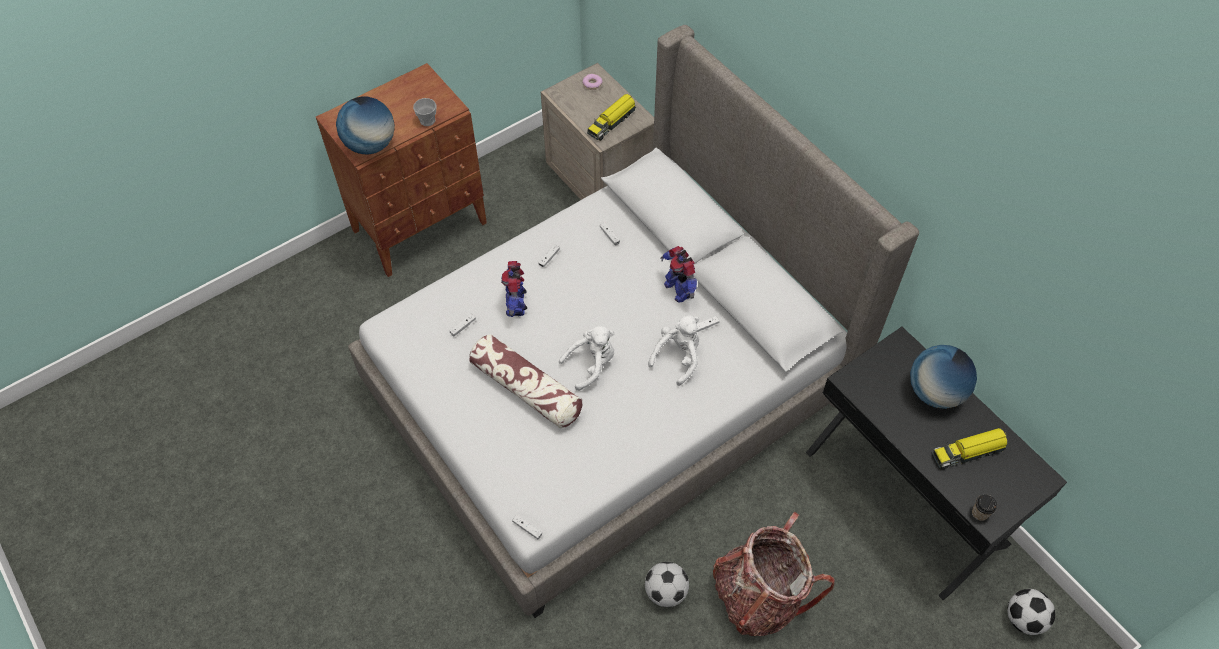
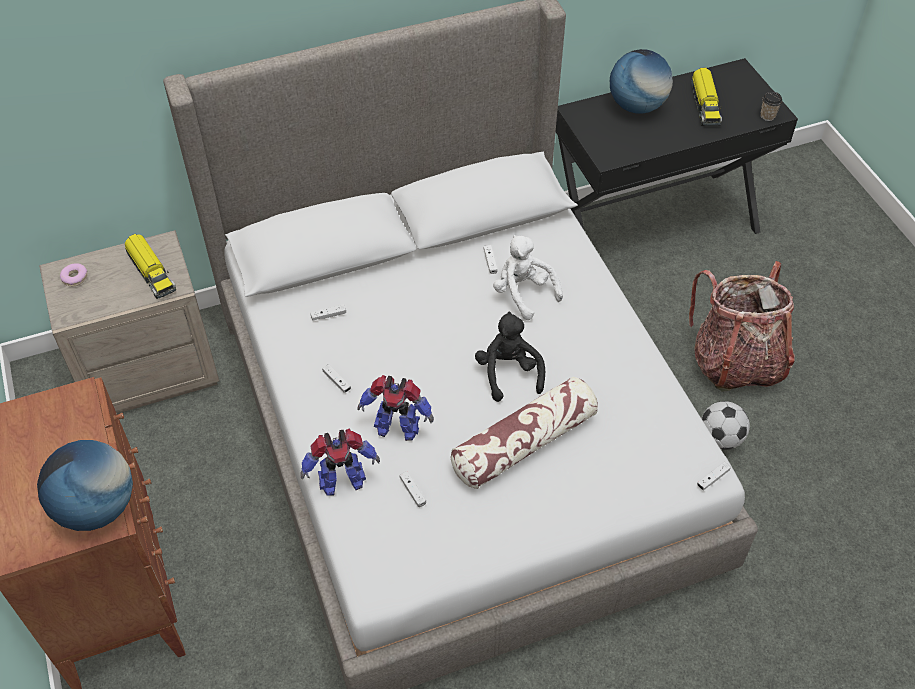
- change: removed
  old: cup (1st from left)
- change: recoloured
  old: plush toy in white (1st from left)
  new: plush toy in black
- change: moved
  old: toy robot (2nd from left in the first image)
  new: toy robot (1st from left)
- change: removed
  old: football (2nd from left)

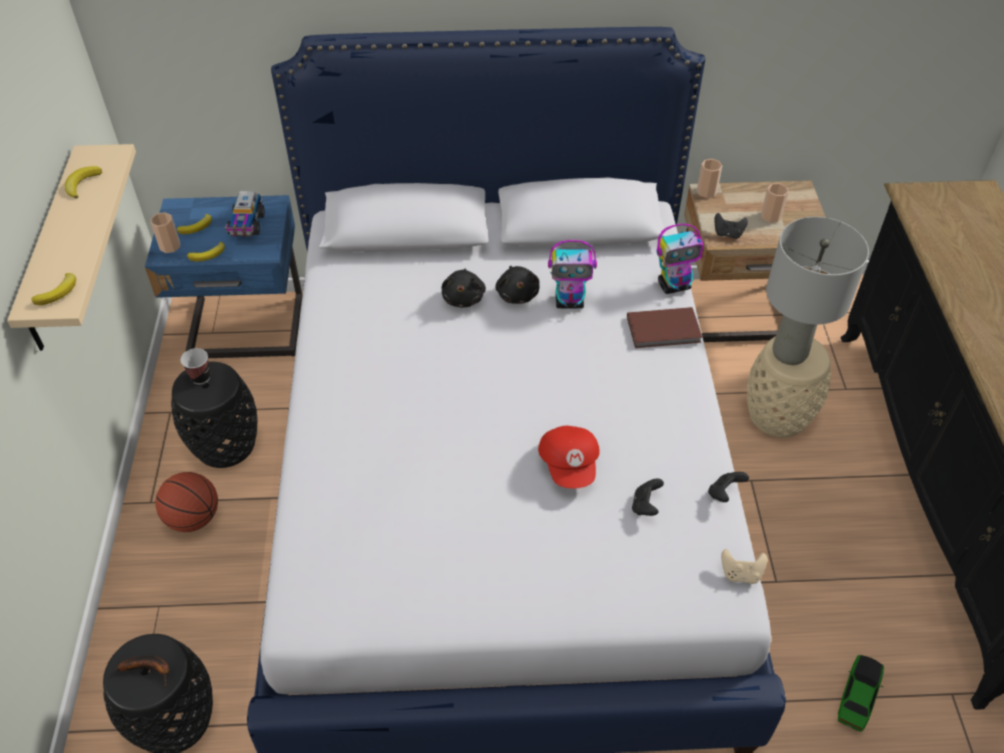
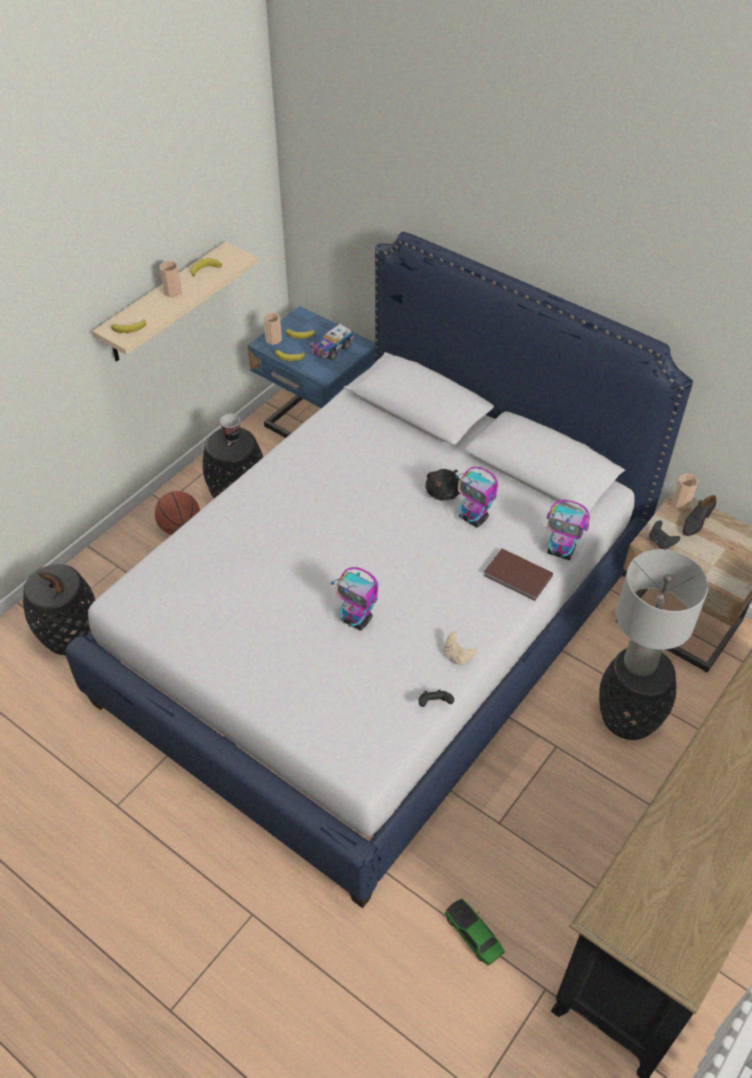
- change: removed
  old: plush toy in black (1st from left)
- change: replaced
  old: cap in red
  new: toy robot (1st from left)
- change: removed
  old: game controller in black (1st from left)
- change: moved
  old: game controller in beige
- change: recoloured
  old: stool in beige
  new: stool in black (3rd from left)
- change: moved
  old: cup (4th from left in the first image)
  new: cup (1st from left)
- change: turned
  old: toy car
  degrees: -105
- change: added
  new: shoe in black

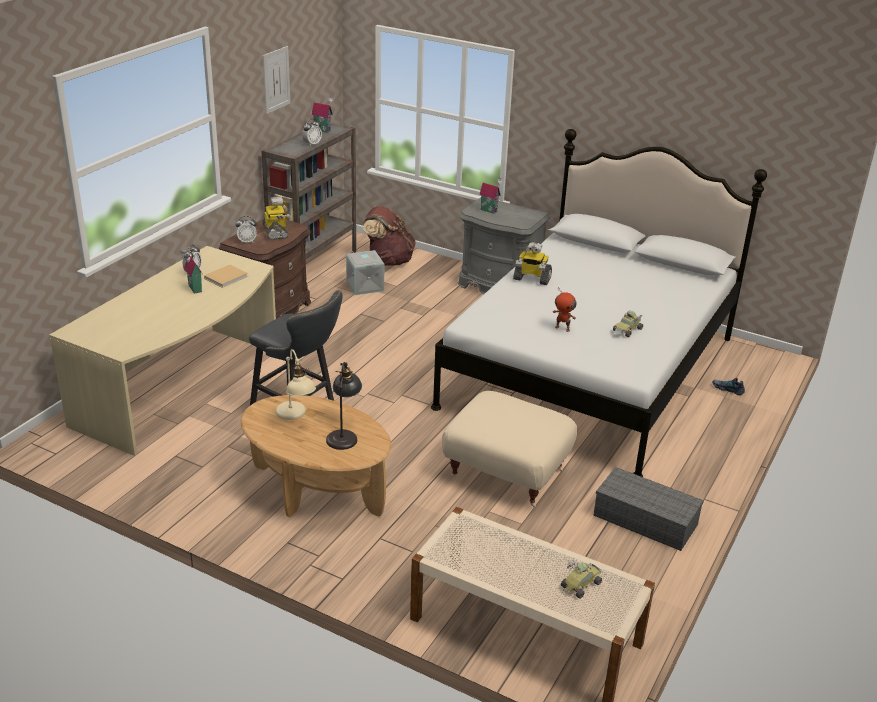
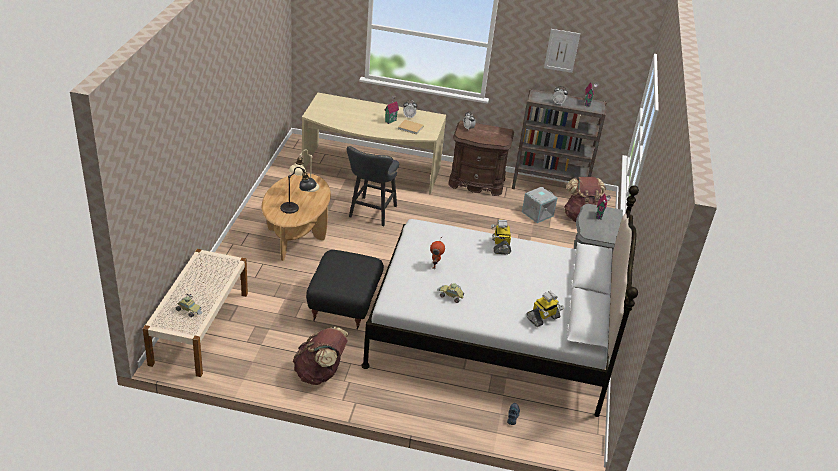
- change: moved
  old: toy robot (1st from left in the first image)
  new: toy robot (3rd from left)
- change: recoloured
  old: ottoman in beige
  new: ottoman in black
- change: replaced
  old: storage box in grey (2nd from left)
  new: backpack in brown (1st from left)

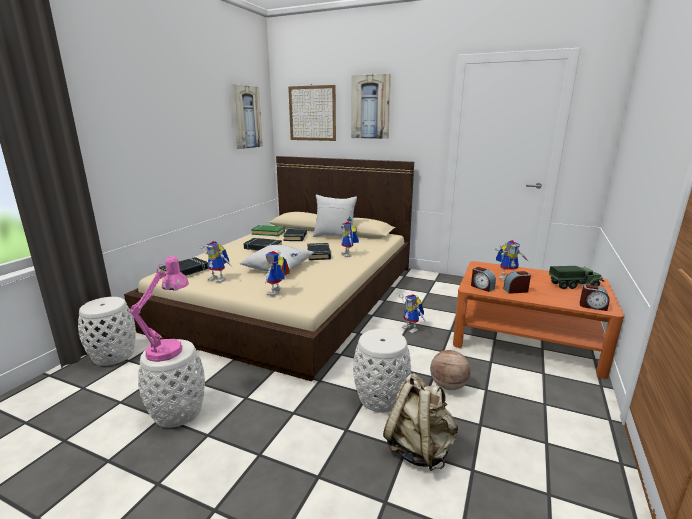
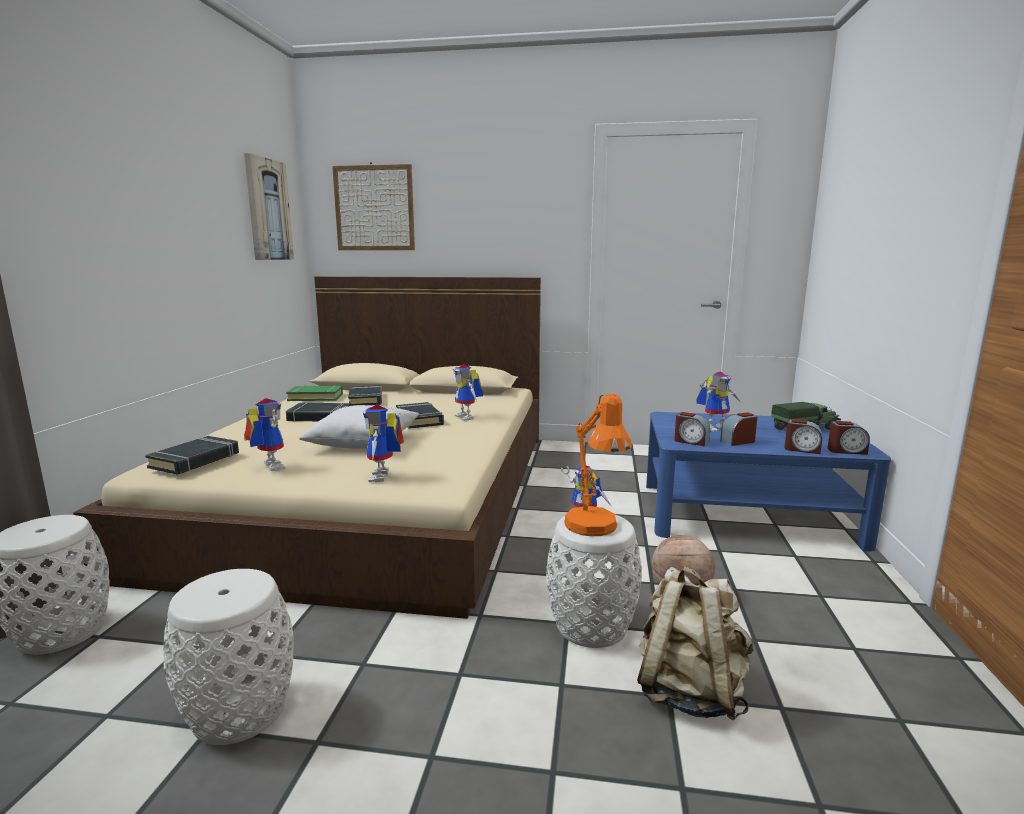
- change: removed
  old: table lamp in pink
- change: turned
  old: toy robot (1st from left)
  degrees: -135
- change: removed
  old: pillow in grey (2nd from left)
- change: removed
  old: picture (3rd from left)
- change: recoloured
  old: coffee table in orange
  new: coffee table in blue
- change: added
  new: table lamp in orange
- change: added
  new: alarm clock (3rd from left)

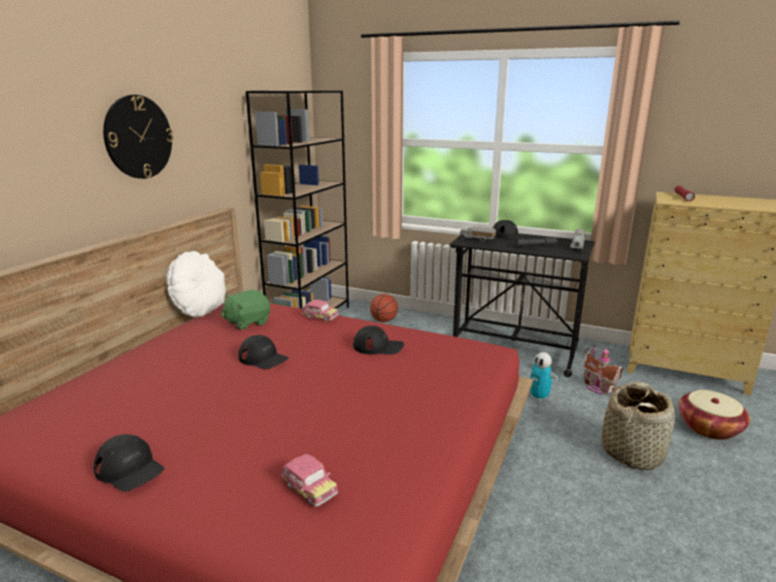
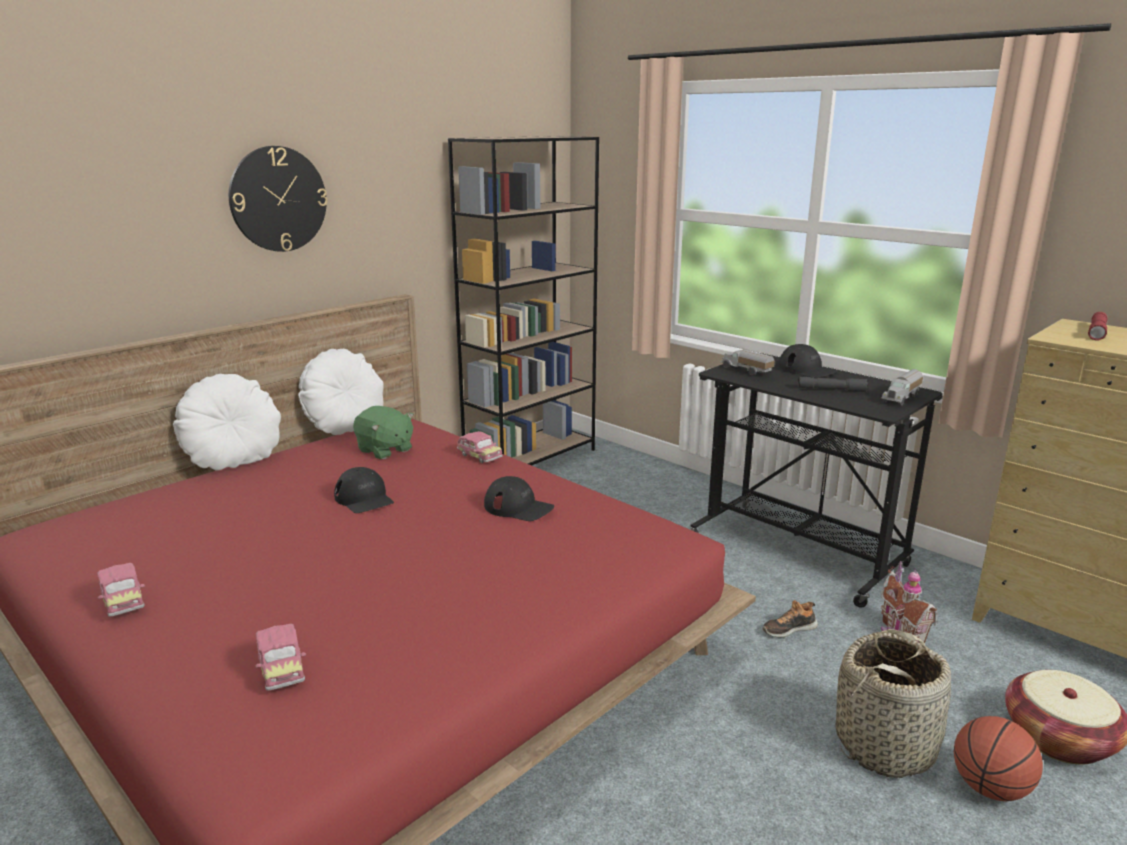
- change: replaced
  old: cap in black (1st from left)
  new: toy car (1st from left)
- change: turned
  old: plush toy in green
  degrees: -120
- change: moved
  old: basketball
- change: replaced
  old: toy robot
  new: shoe
- change: added
  new: pillow in white (1st from left)

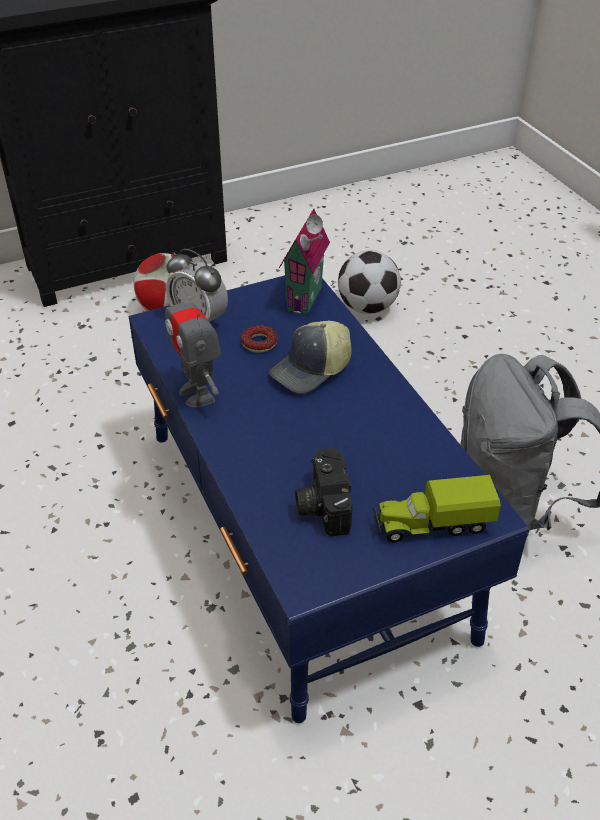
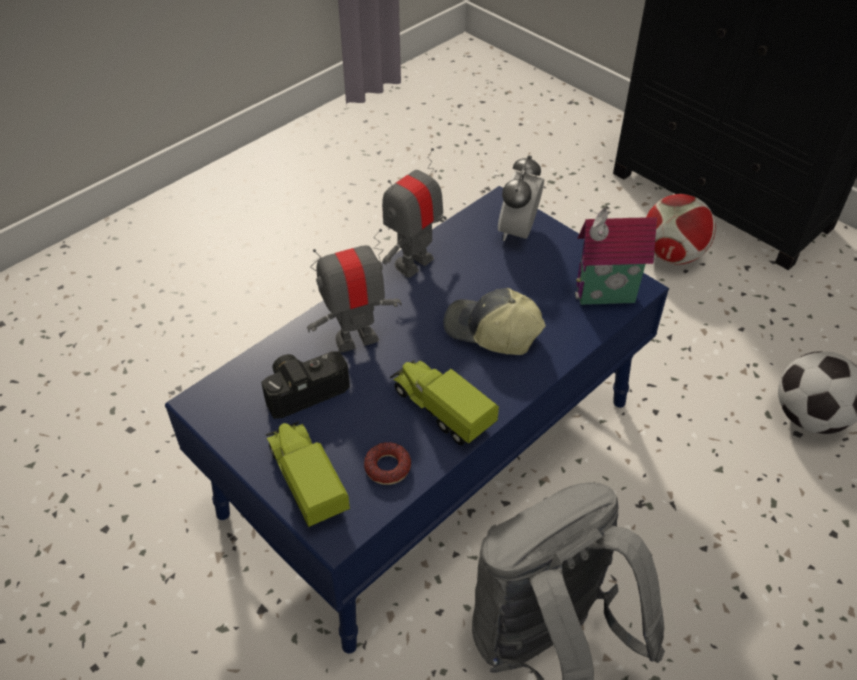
- change: moved
  old: donut
- change: added
  new: toy robot (1st from left)
- change: added
  new: toy truck (2nd from left)

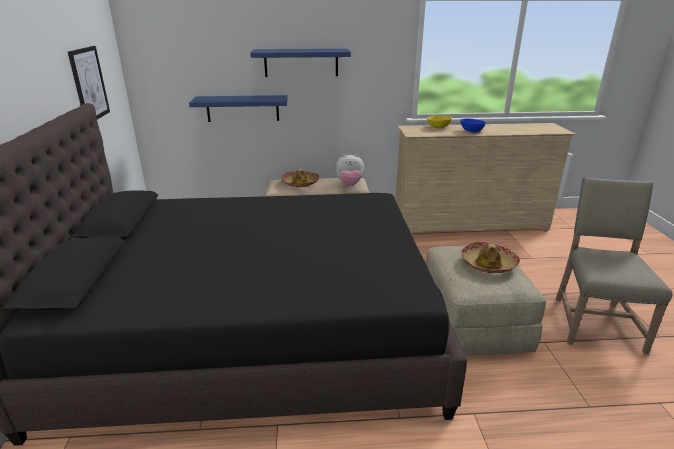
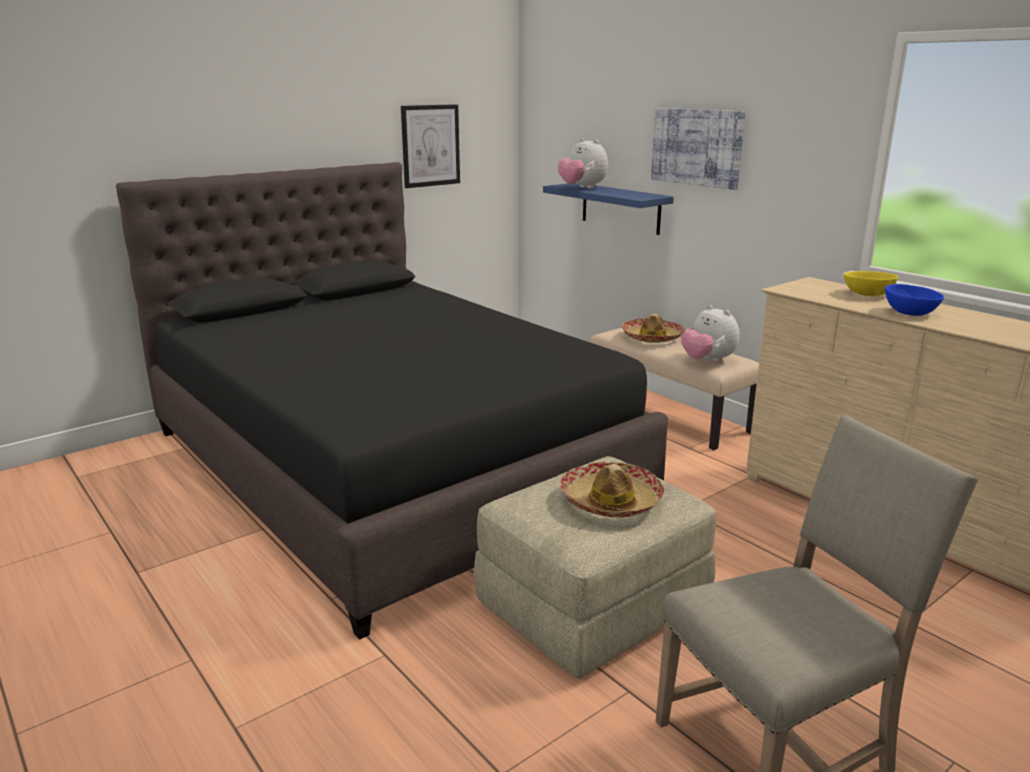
- change: replaced
  old: shelf in blue (2nd from left)
  new: picture (2nd from left)
- change: added
  new: plush toy (1st from left)

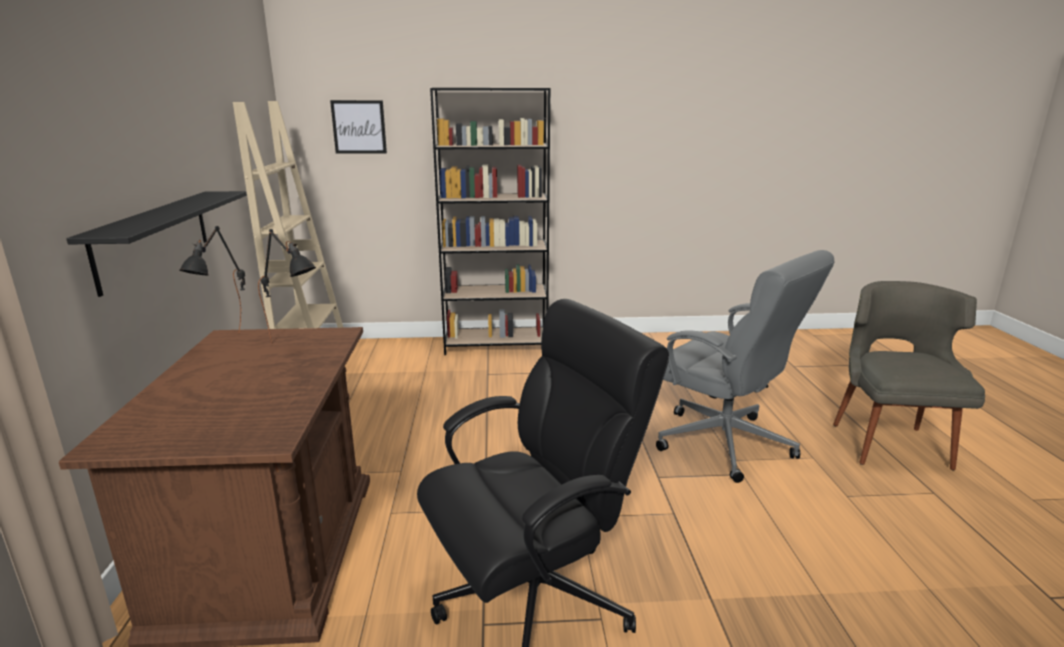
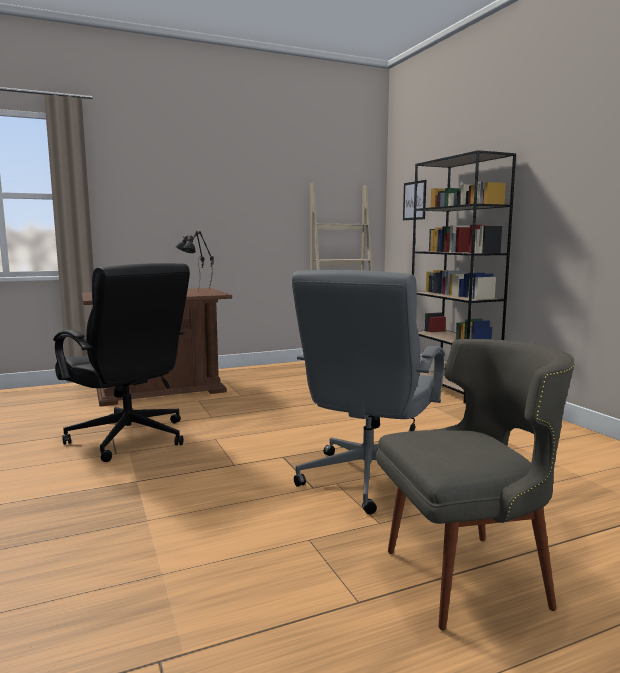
- change: removed
  old: shelf in black

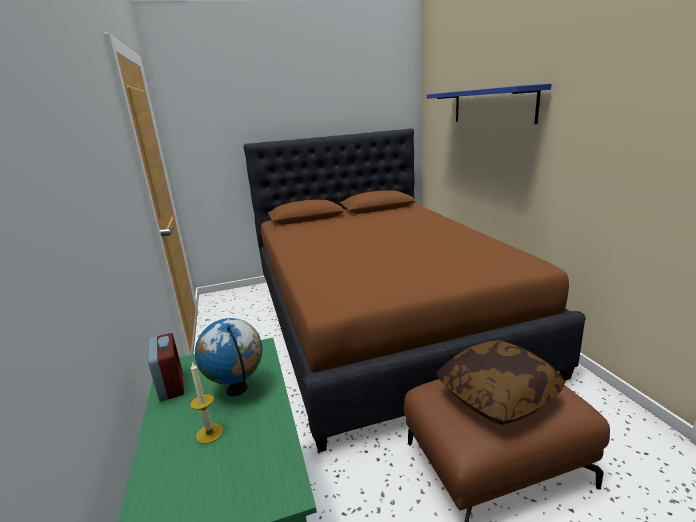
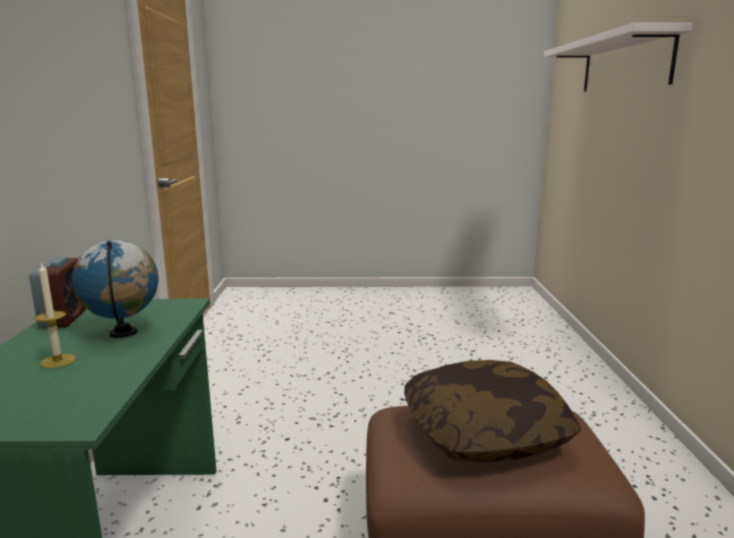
- change: removed
  old: bed in brown
- change: recoloured
  old: shelf in blue
  new: shelf in white

